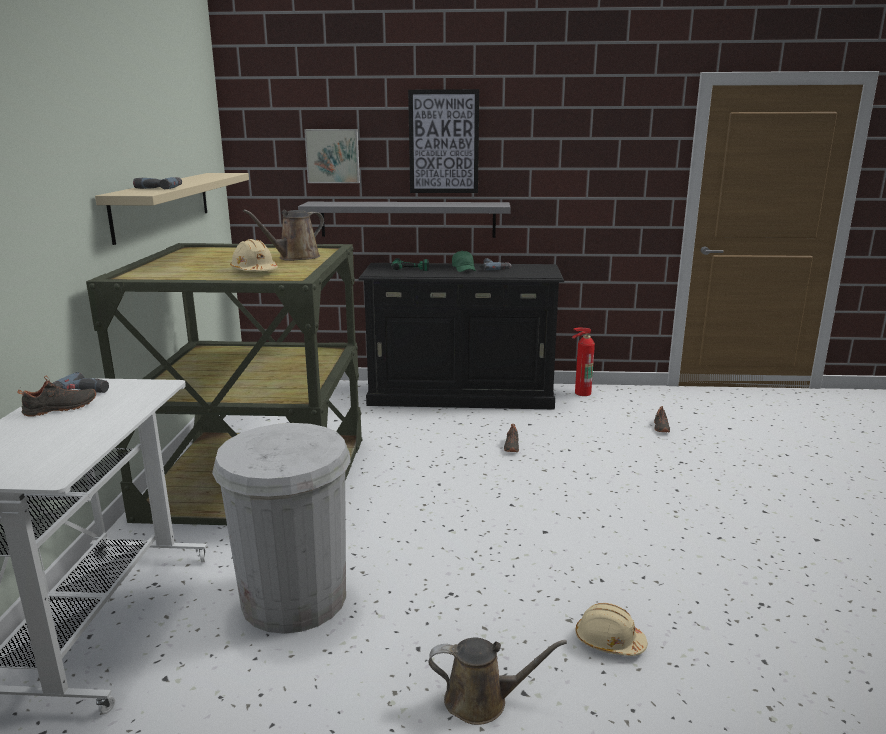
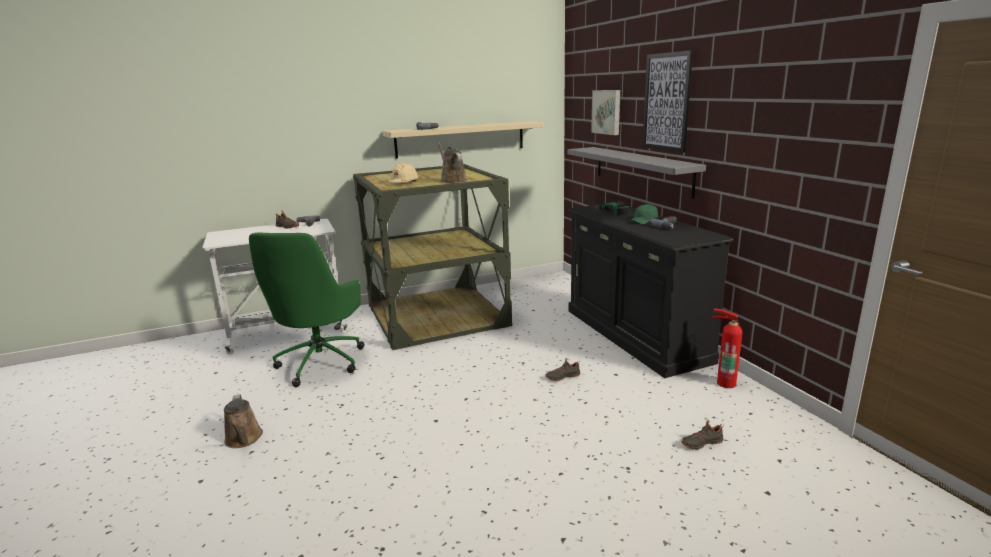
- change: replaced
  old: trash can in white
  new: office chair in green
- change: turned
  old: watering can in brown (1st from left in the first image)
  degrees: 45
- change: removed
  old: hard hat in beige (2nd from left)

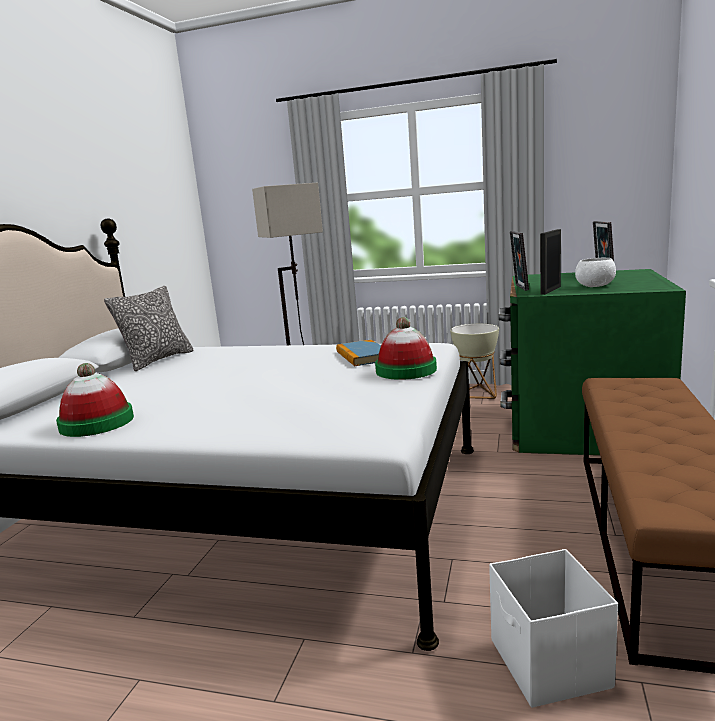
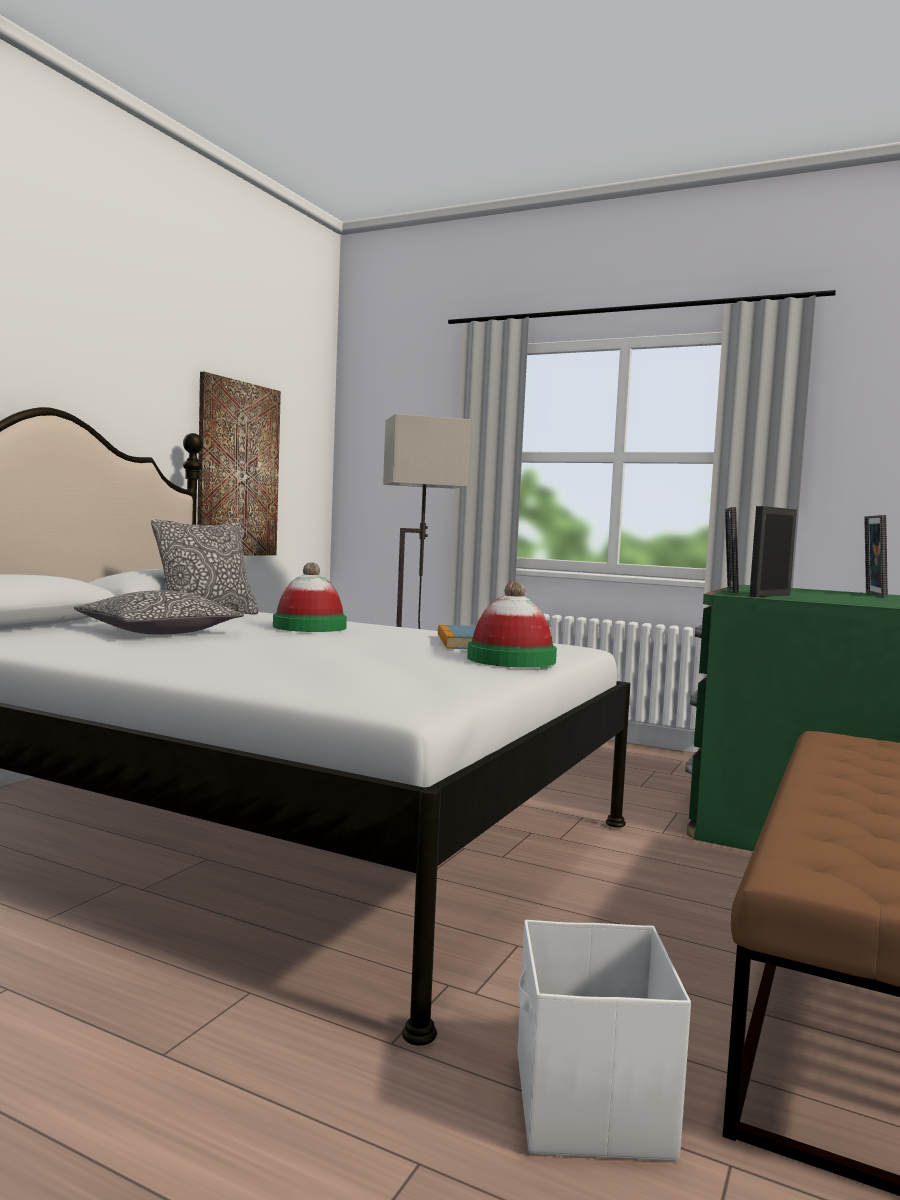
- change: moved
  old: hat (1st from left)
- change: removed
  old: planter
- change: removed
  old: bowl in white
- change: added
  new: pillow (1st from left)
- change: added
  new: picture

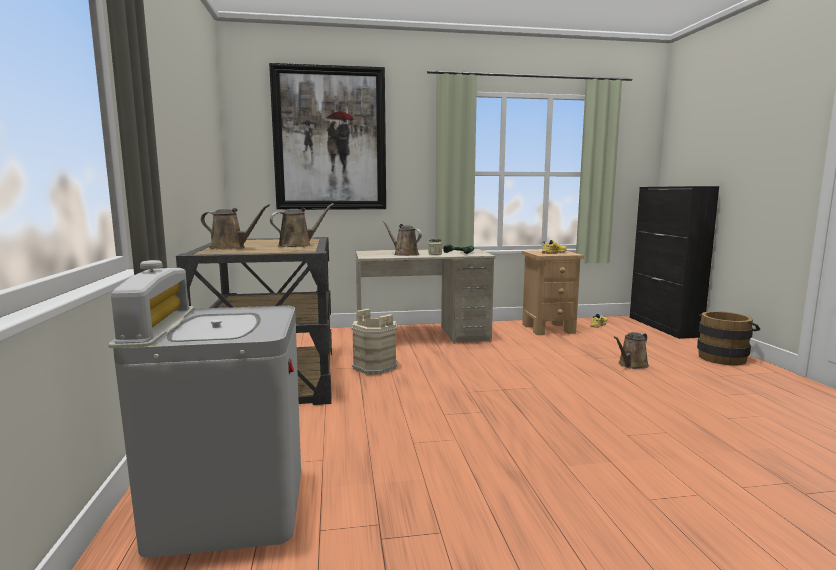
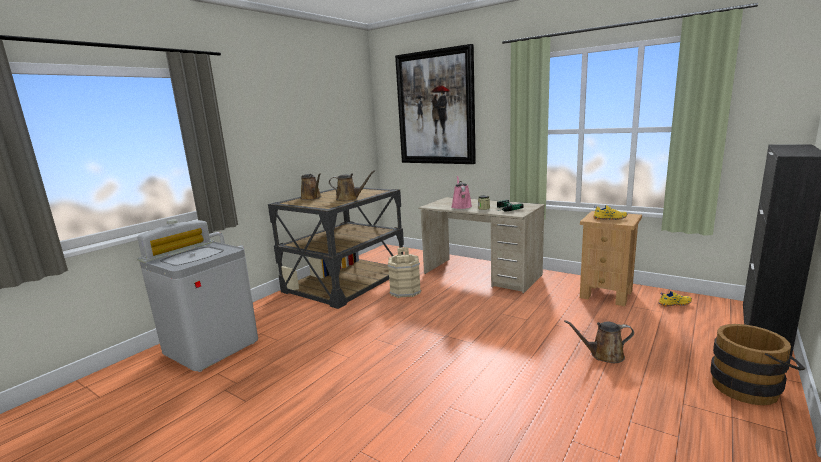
- change: recoloured
  old: watering can in brown (3rd from left)
  new: watering can in pink

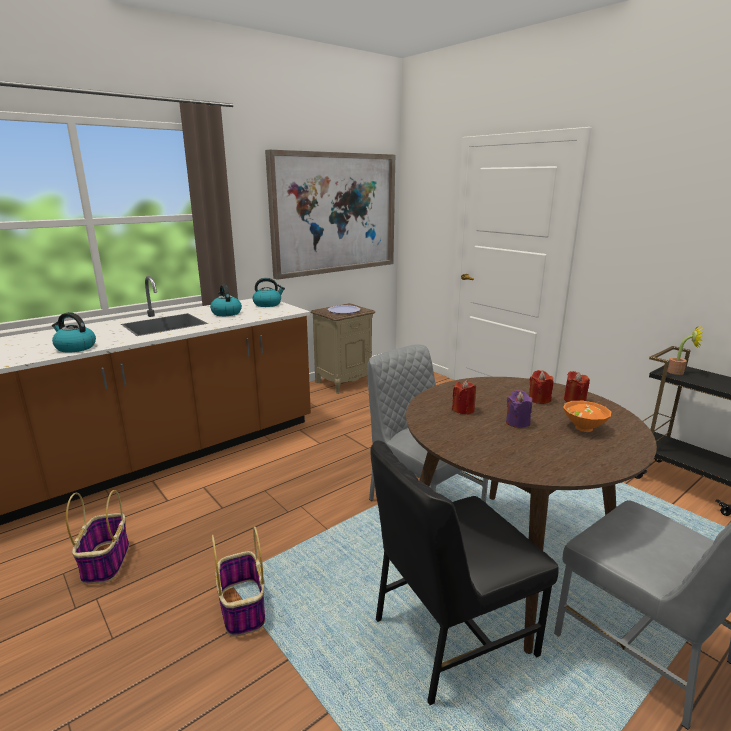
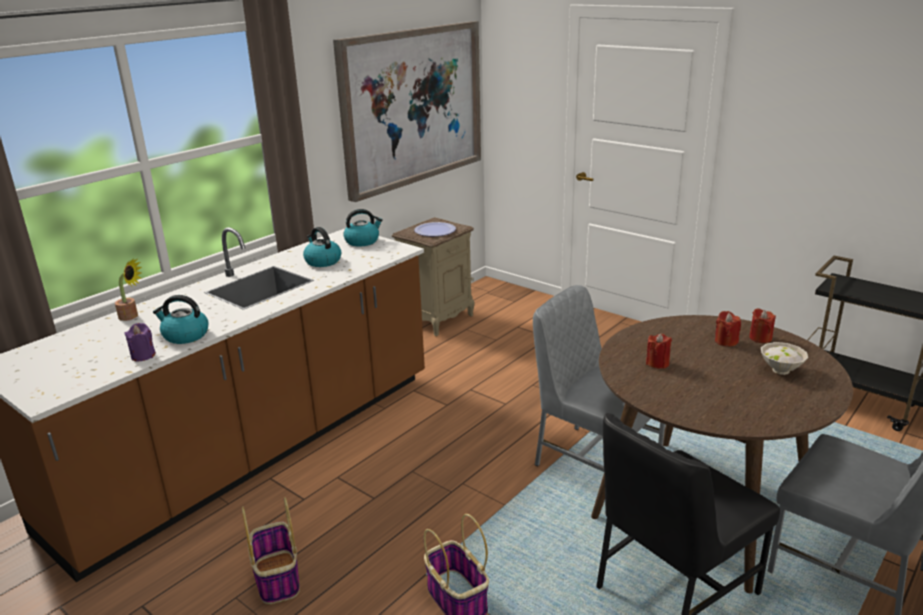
- change: moved
  old: candle in purple
- change: recoloured
  old: bowl in orange
  new: bowl in white
- change: moved
  old: potted plant

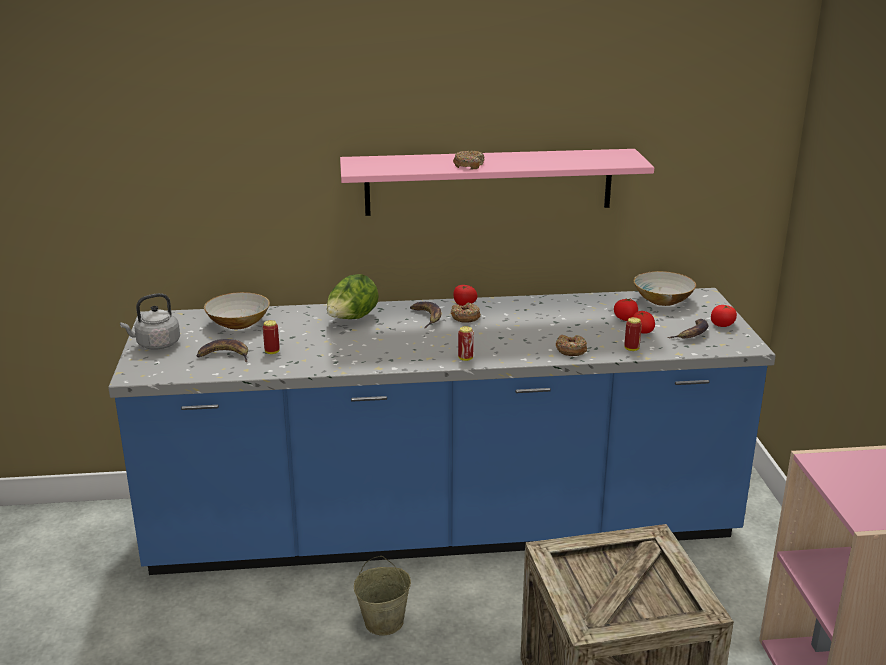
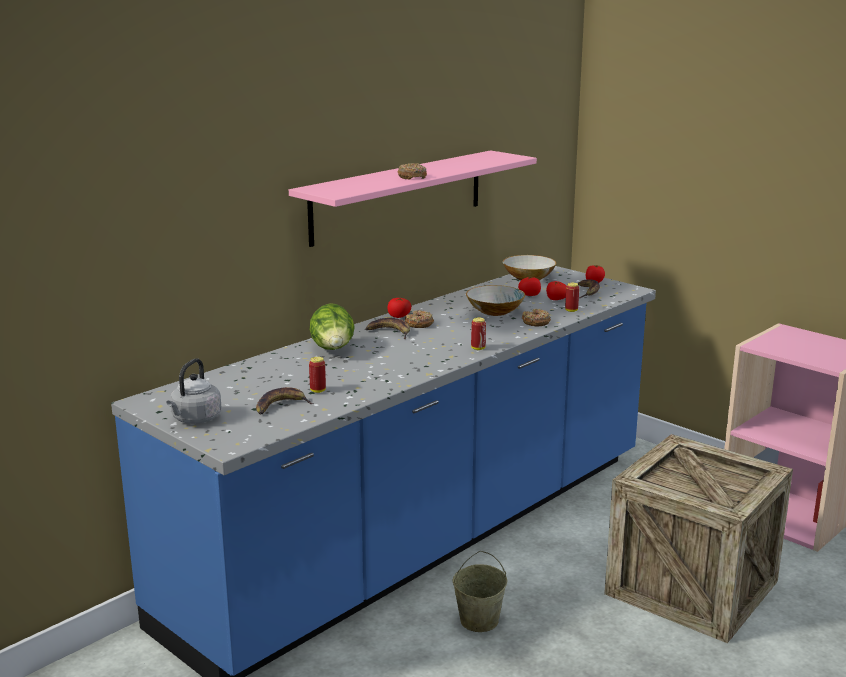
- change: moved
  old: bowl (1st from left)

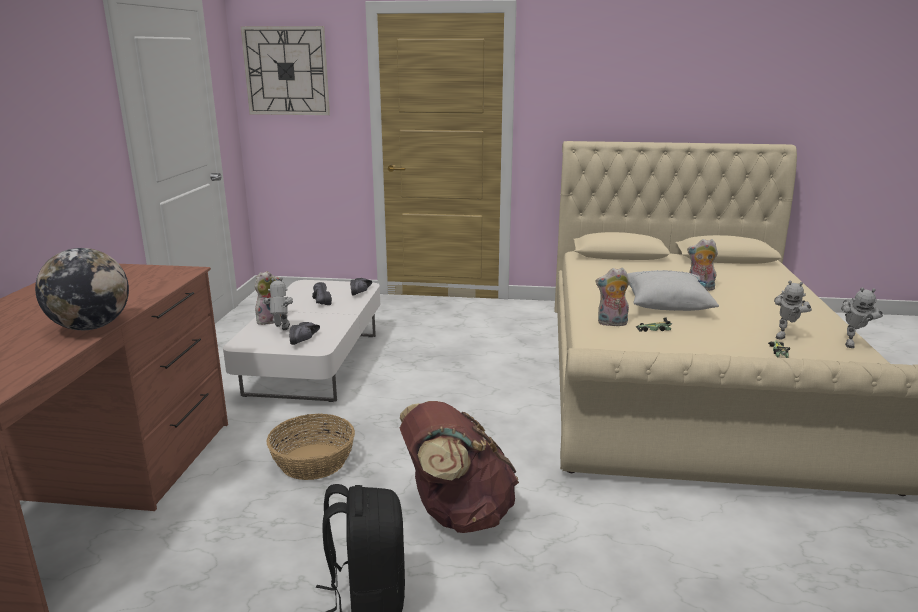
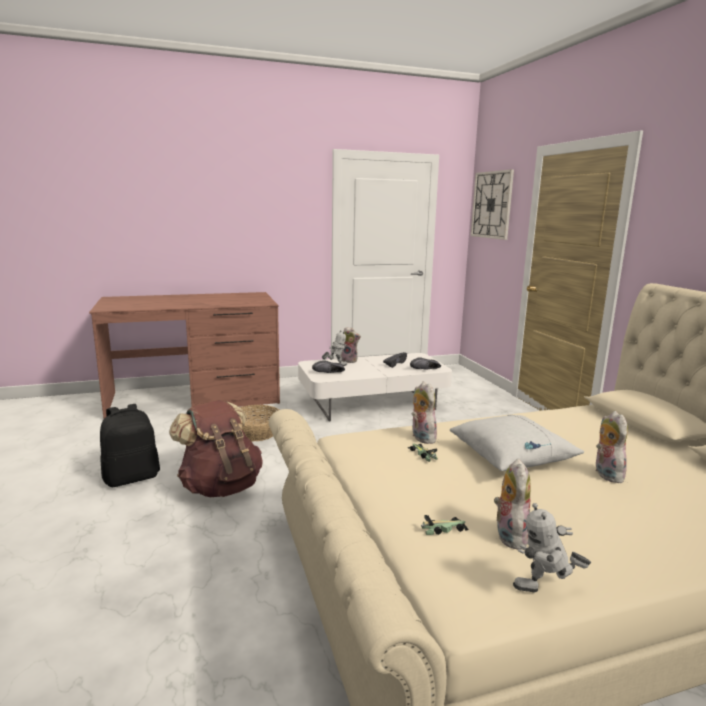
- change: removed
  old: globe
- change: replaced
  old: toy robot (2nd from left)
  new: plush toy (3rd from left)

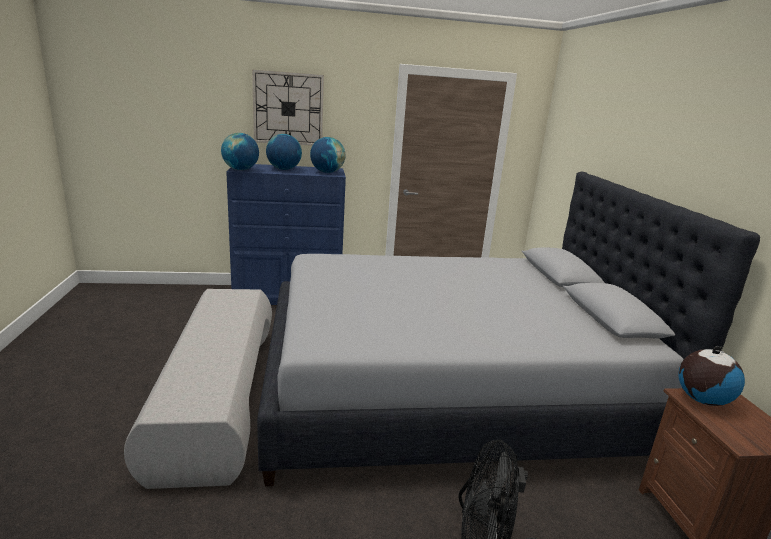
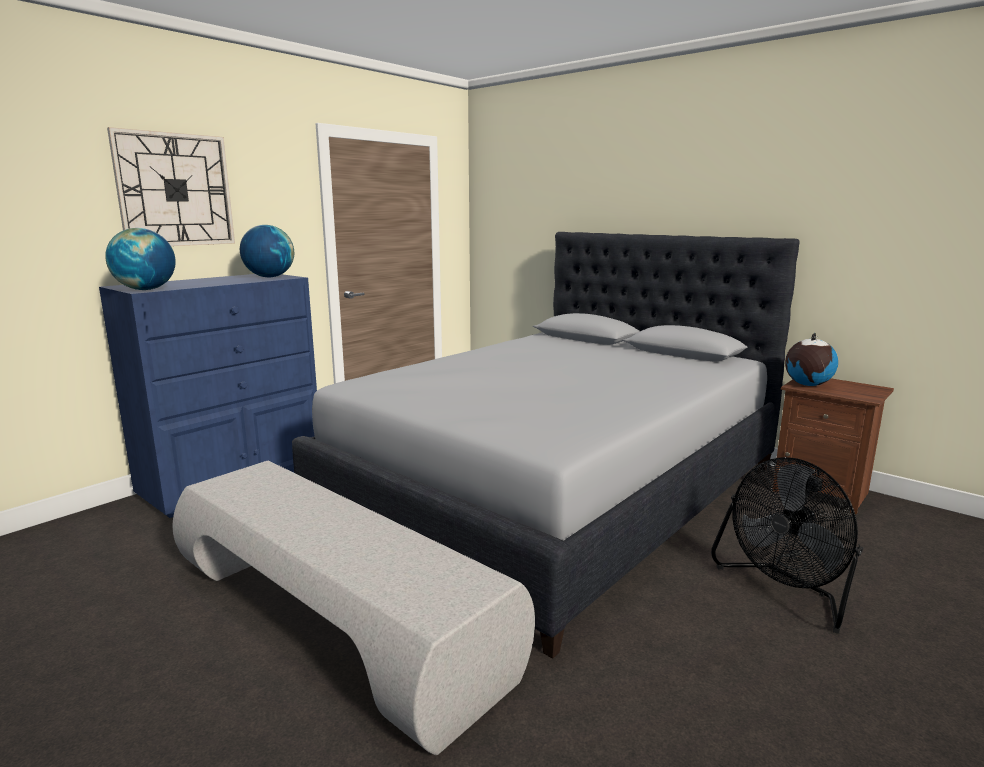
- change: removed
  old: globe (2nd from left)

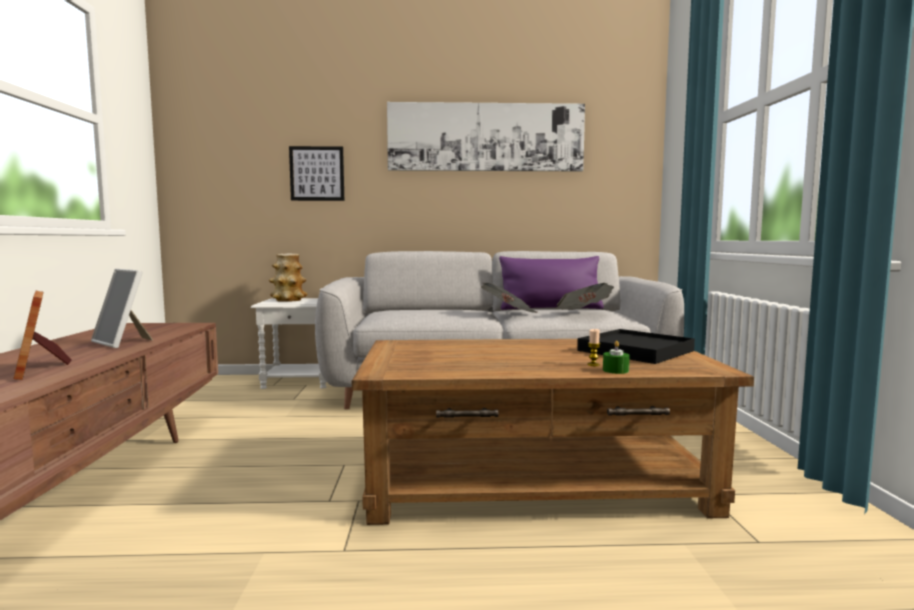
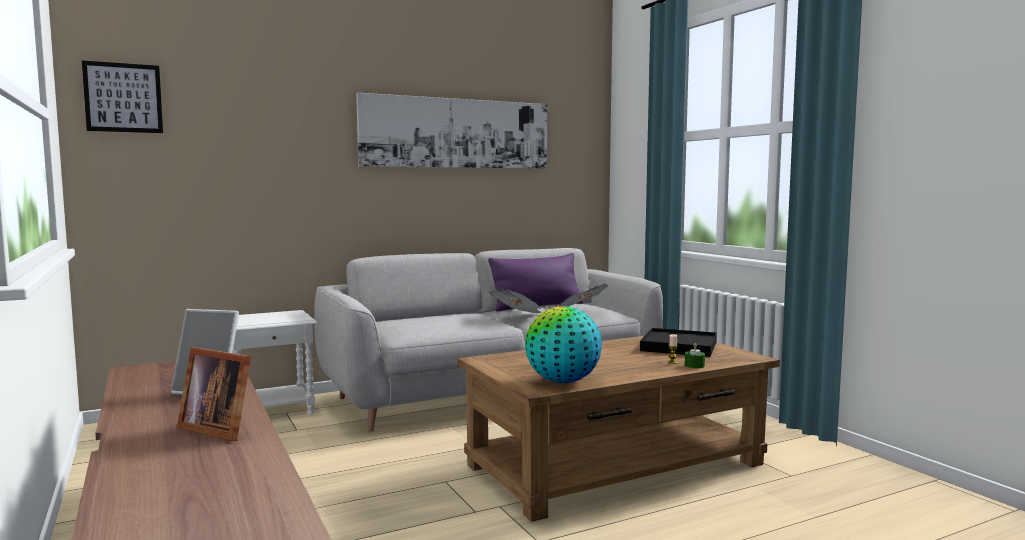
- change: removed
  old: vase
- change: moved
  old: picture (1st from left)
- change: added
  new: globe

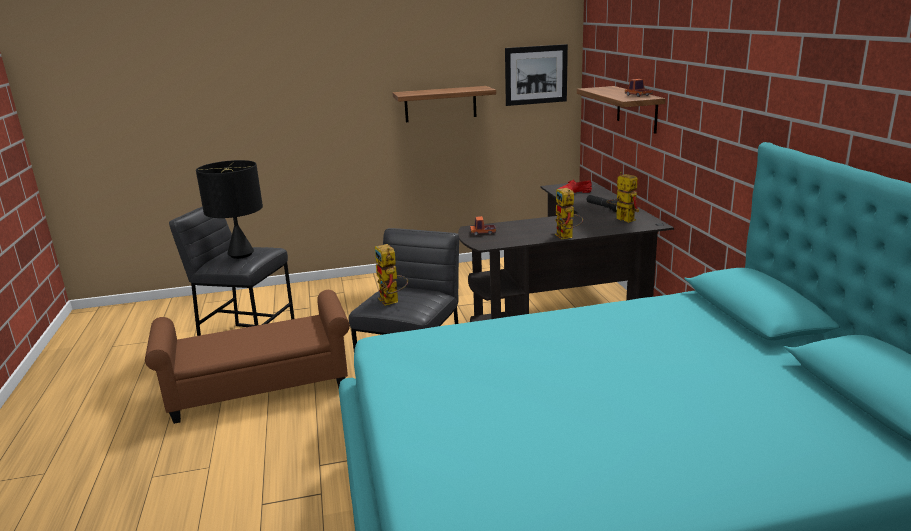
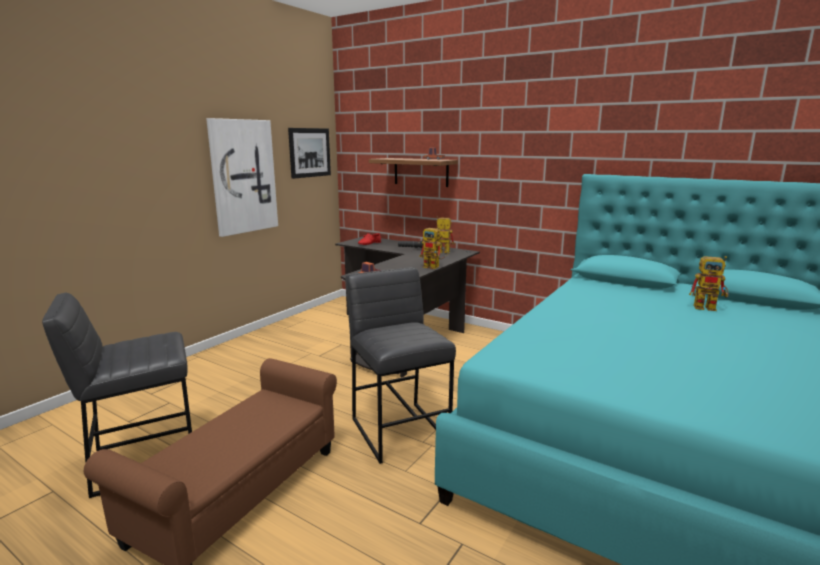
- change: removed
  old: table lamp in black
- change: moved
  old: toy robot (1st from left in the first image)
  new: toy robot (3rd from left)
- change: replaced
  old: shelf (1st from left)
  new: picture (1st from left)

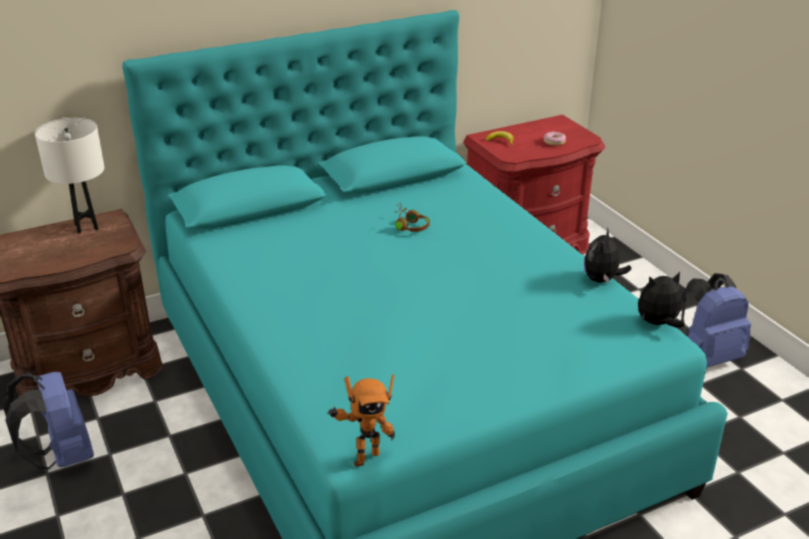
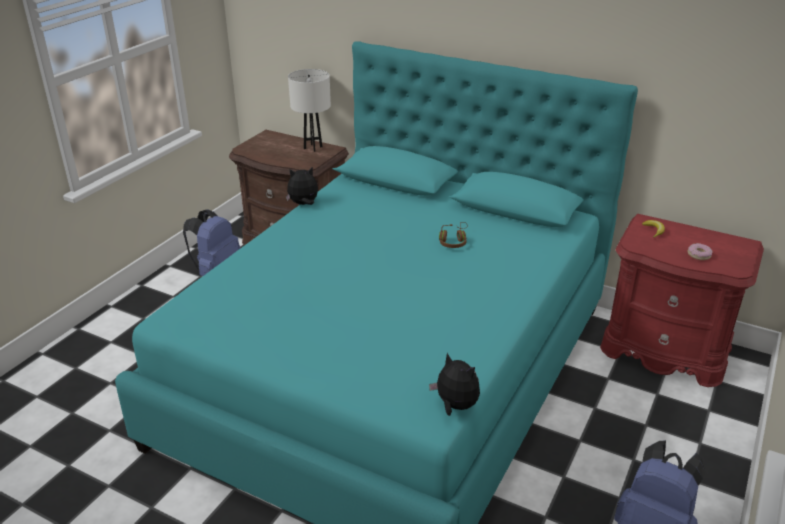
- change: removed
  old: toy robot
- change: moved
  old: plush toy (1st from left)

